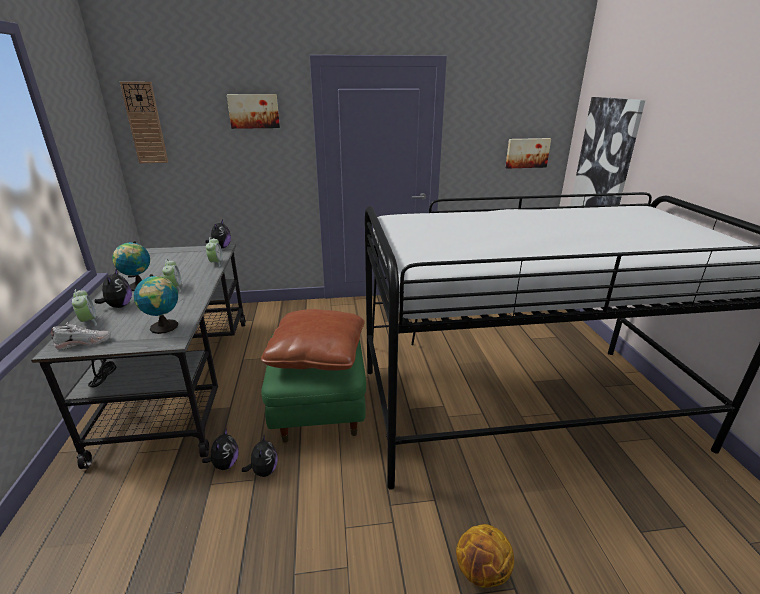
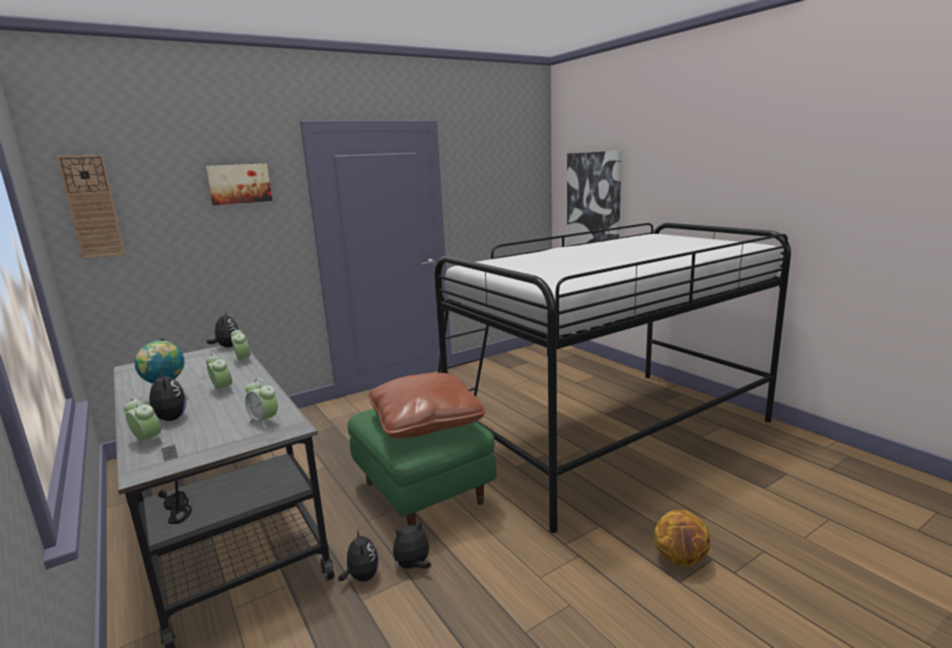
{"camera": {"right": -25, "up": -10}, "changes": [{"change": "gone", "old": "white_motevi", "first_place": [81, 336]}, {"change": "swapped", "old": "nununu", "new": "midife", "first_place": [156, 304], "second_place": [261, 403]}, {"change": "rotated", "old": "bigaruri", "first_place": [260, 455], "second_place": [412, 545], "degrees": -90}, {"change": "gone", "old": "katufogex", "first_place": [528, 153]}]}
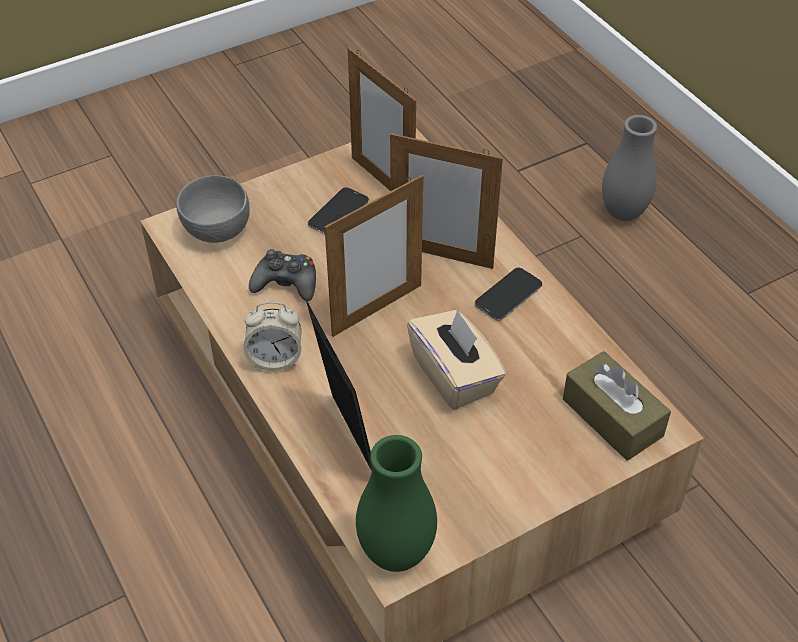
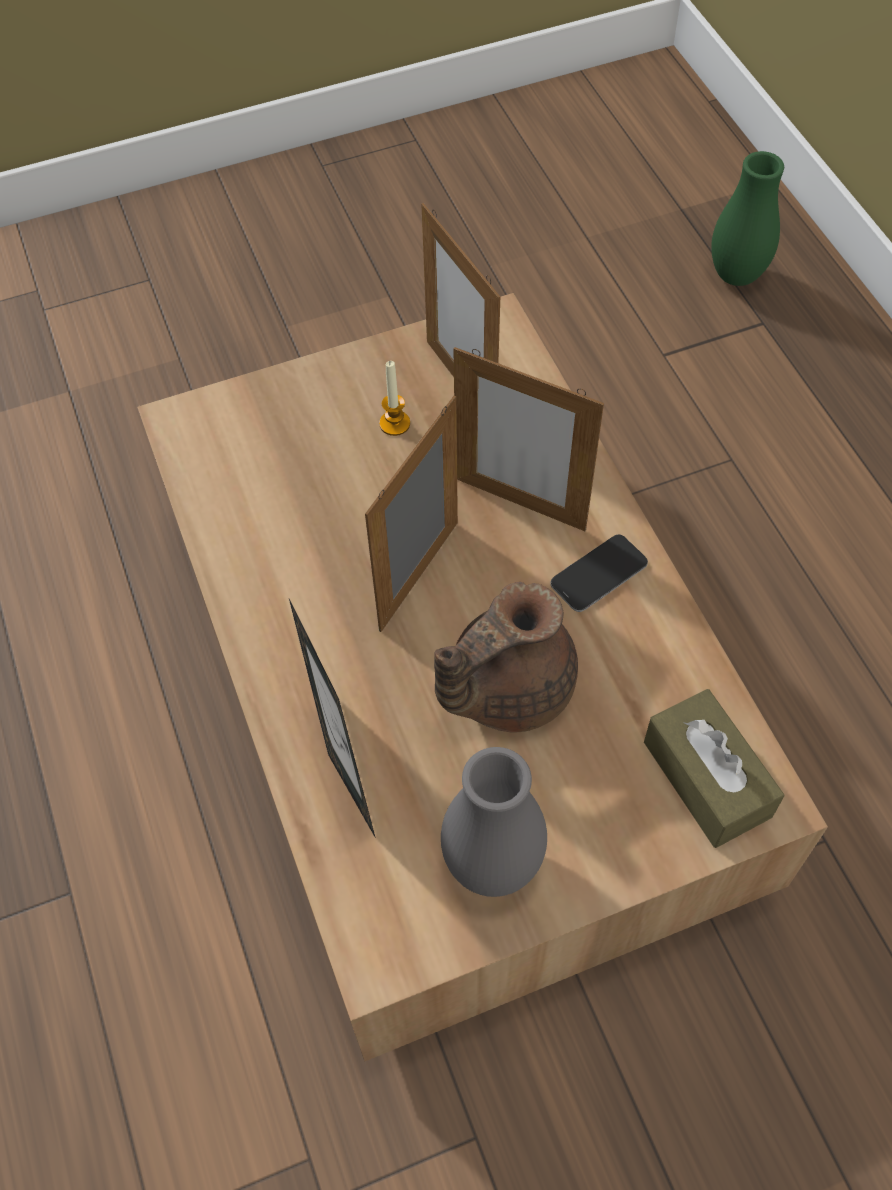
{"camera": {"right": 10, "up": 10}, "changes": [{"change": "gone", "old": "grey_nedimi", "first_place": [213, 209]}, {"change": "gone", "old": "midife", "first_place": [272, 336]}, {"change": "gone", "old": "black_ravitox", "first_place": [282, 275]}, {"change": "swapped", "old": "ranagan", "new": "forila", "first_place": [338, 210], "second_place": [394, 398]}, {"change": "rotated", "old": "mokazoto", "first_place": [374, 256], "second_place": [411, 513], "degrees": 150}, {"change": "shifted", "old": "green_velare", "first_place": [396, 503], "second_place": [747, 218]}, {"change": "swapped", "old": "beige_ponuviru", "new": "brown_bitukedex", "first_place": [456, 360], "second_place": [506, 657]}, {"change": "shifted", "old": "grey_velare", "first_place": [629, 168], "second_place": [494, 822]}]}
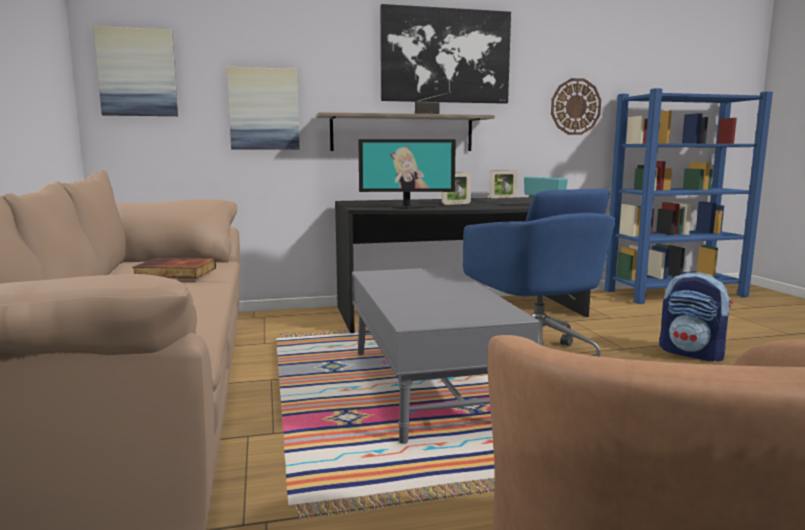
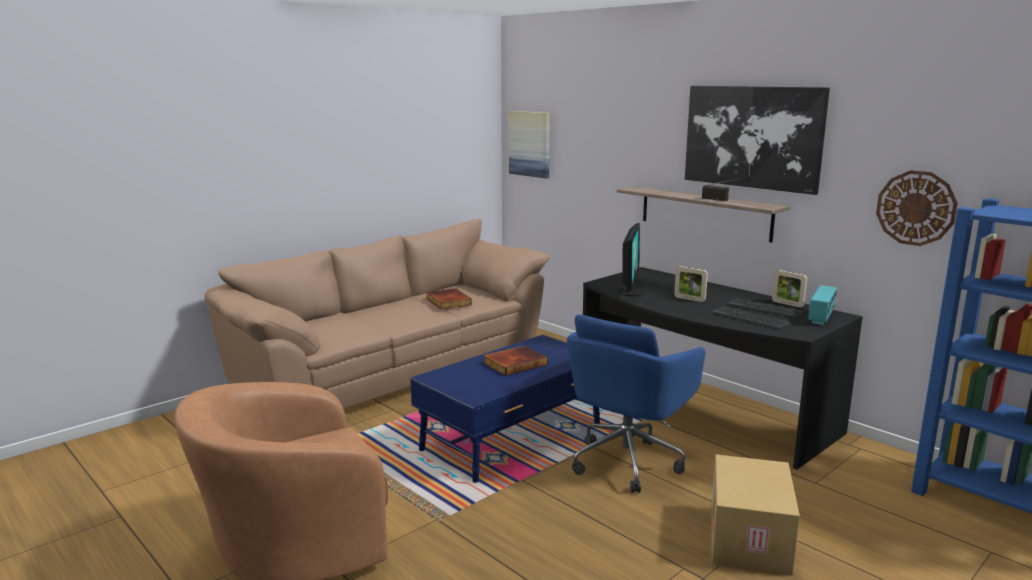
{"camera": {"right": 60, "up": 5}, "changes": [{"change": "gone", "old": "katufogex", "first_place": [263, 108]}, {"change": "repainted", "old": "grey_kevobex", "new": "blue_kevobex", "first_place": [445, 355], "second_place": [505, 409]}, {"change": "rotated", "old": "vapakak", "first_place": [407, 174], "second_place": [631, 259], "degrees": -135}, {"change": "swapped", "old": "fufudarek", "new": "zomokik", "first_place": [696, 317], "second_place": [755, 515]}, {"change": "new", "new": "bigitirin", "second_place": [515, 360]}]}
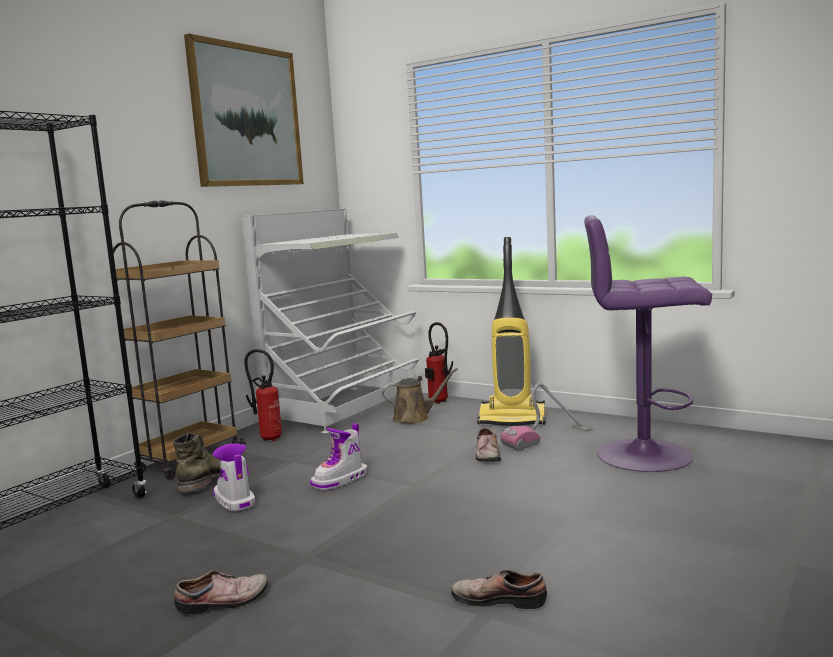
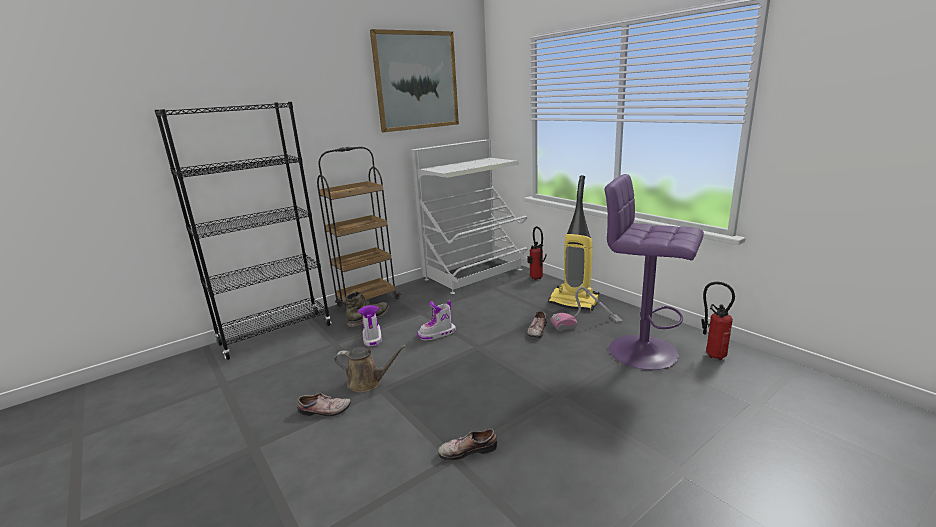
{"camera": {"right": 20, "up": 10}, "changes": [{"change": "shifted", "old": "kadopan", "first_place": [263, 395], "second_place": [718, 321]}, {"change": "shifted", "old": "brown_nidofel", "first_place": [420, 396], "second_place": [370, 369]}, {"change": "rotated", "old": "motevi", "first_place": [499, 589], "second_place": [467, 444], "degrees": -45}]}
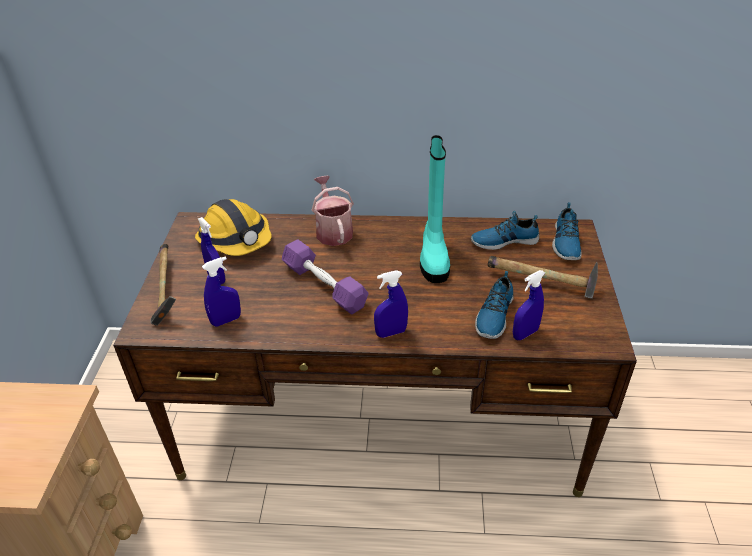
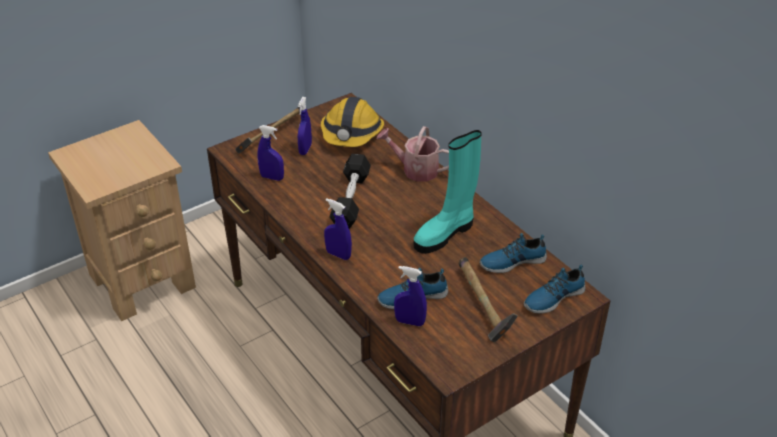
{"camera": {"right": 50, "up": 0}, "changes": [{"change": "repainted", "old": "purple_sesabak", "new": "black_sesabak", "first_place": [325, 277], "second_place": [350, 191]}, {"change": "rotated", "old": "nidofel", "first_place": [333, 211], "second_place": [413, 154], "degrees": -105}, {"change": "rotated", "old": "motevi", "first_place": [505, 230], "second_place": [513, 253], "degrees": -60}]}
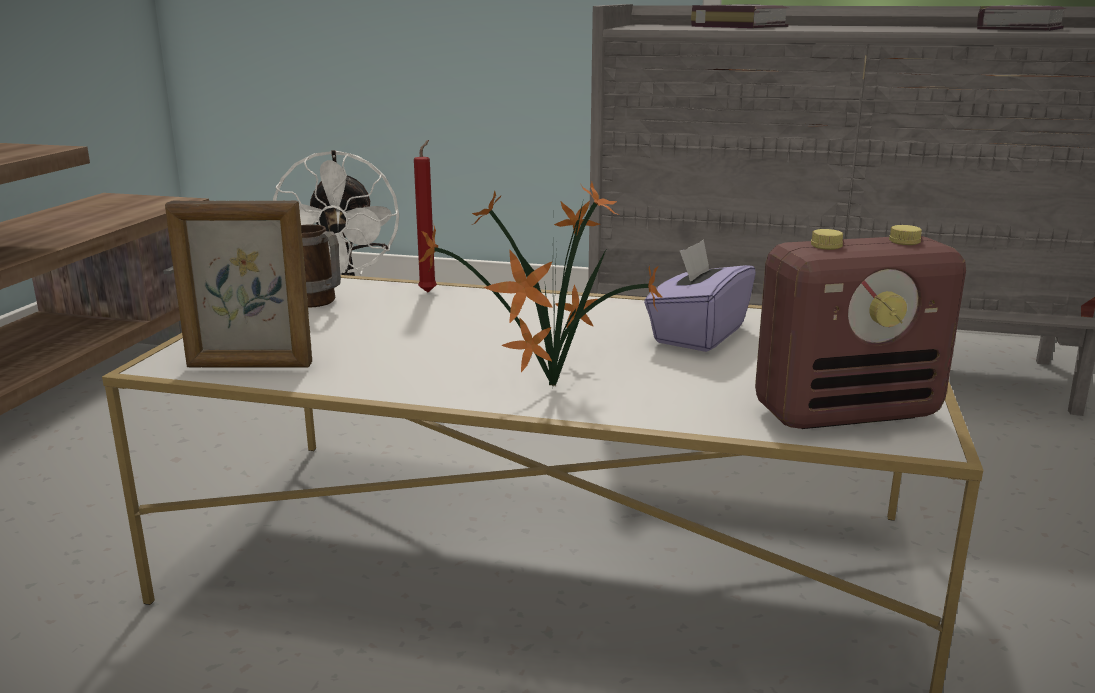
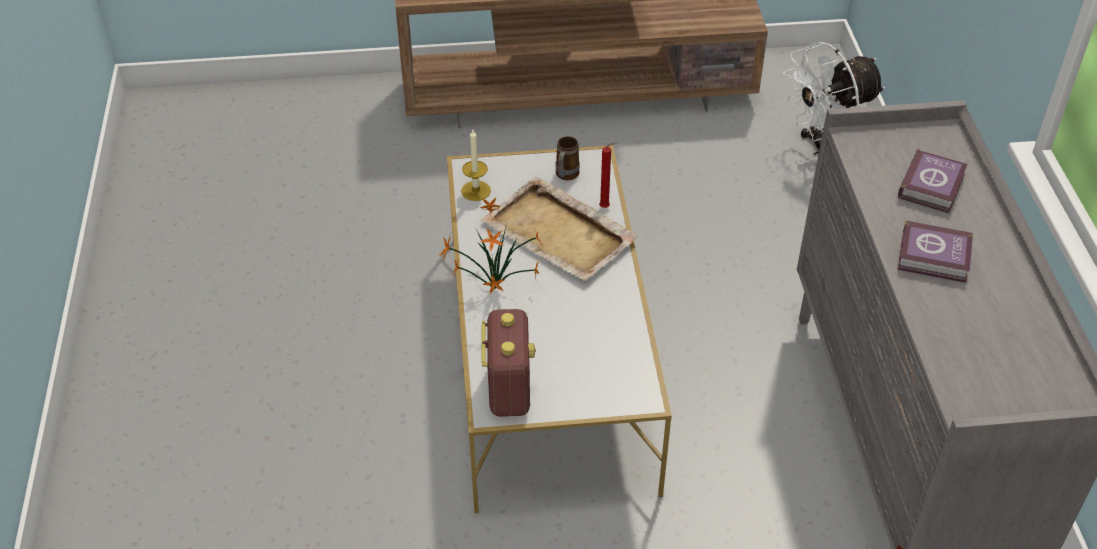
{"camera": {"right": 70, "up": 25}, "changes": [{"change": "swapped", "old": "mokazoto", "new": "forila", "first_place": [238, 284], "second_place": [476, 165]}, {"change": "gone", "old": "purple_ponuviru", "first_place": [700, 295]}, {"change": "rotated", "old": "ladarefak", "first_place": [860, 327], "second_place": [508, 363], "degrees": -150}, {"change": "shifted", "old": "bigitirin", "first_place": [1021, 18], "second_place": [935, 252]}, {"change": "new", "new": "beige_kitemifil", "second_place": [559, 228]}]}
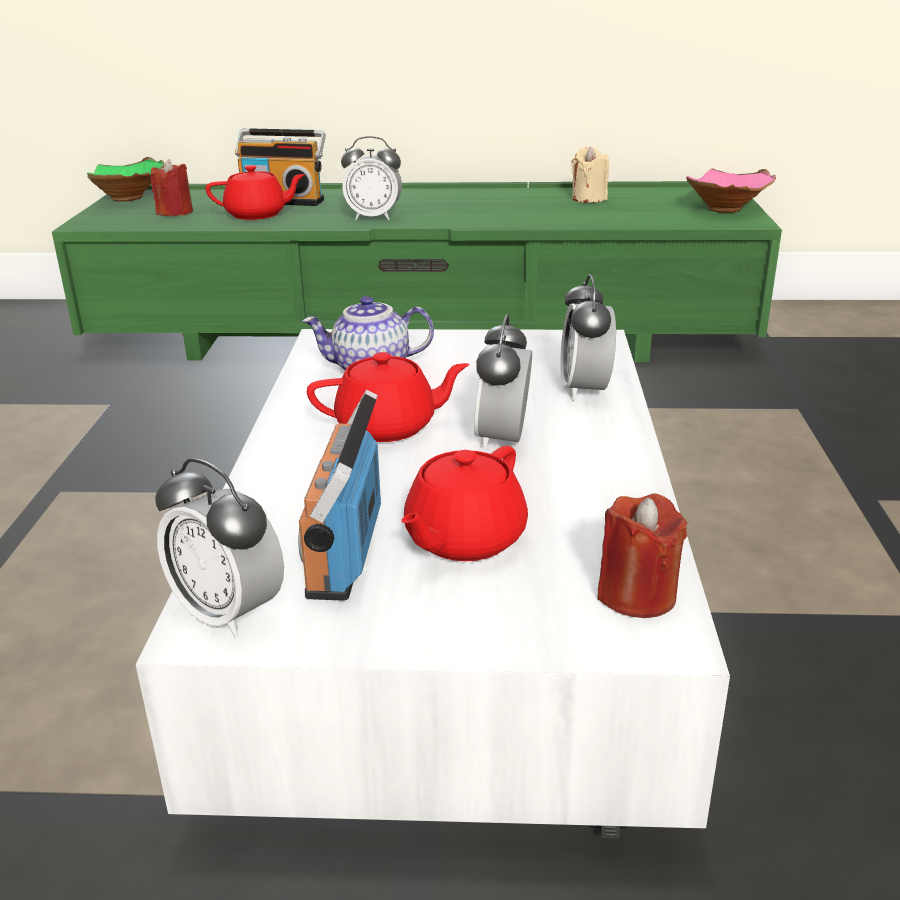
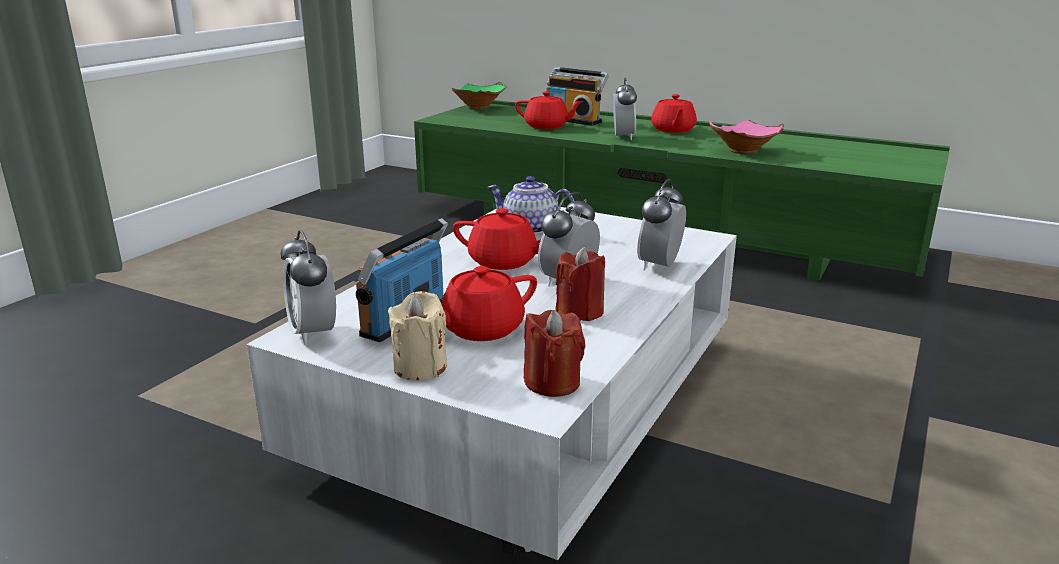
{"camera": {"right": 25, "up": -5}, "changes": [{"change": "shifted", "old": "red_forila", "first_place": [172, 187], "second_place": [580, 284]}, {"change": "rotated", "old": "midife", "first_place": [371, 178], "second_place": [625, 109], "degrees": -120}, {"change": "shifted", "old": "beige_forila", "first_place": [590, 175], "second_place": [417, 335]}, {"change": "shifted", "old": "pink_nedimi", "first_place": [731, 190], "second_place": [746, 137]}, {"change": "new", "new": "red_bitukedex", "second_place": [674, 113]}]}
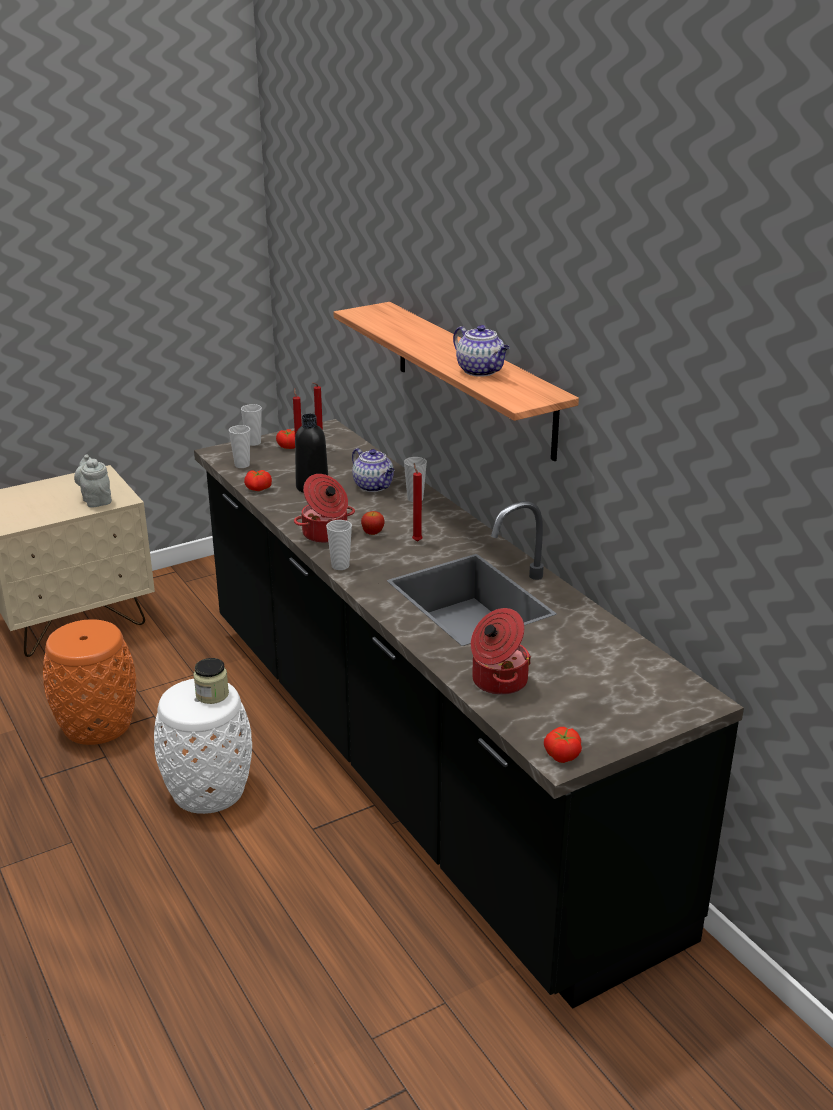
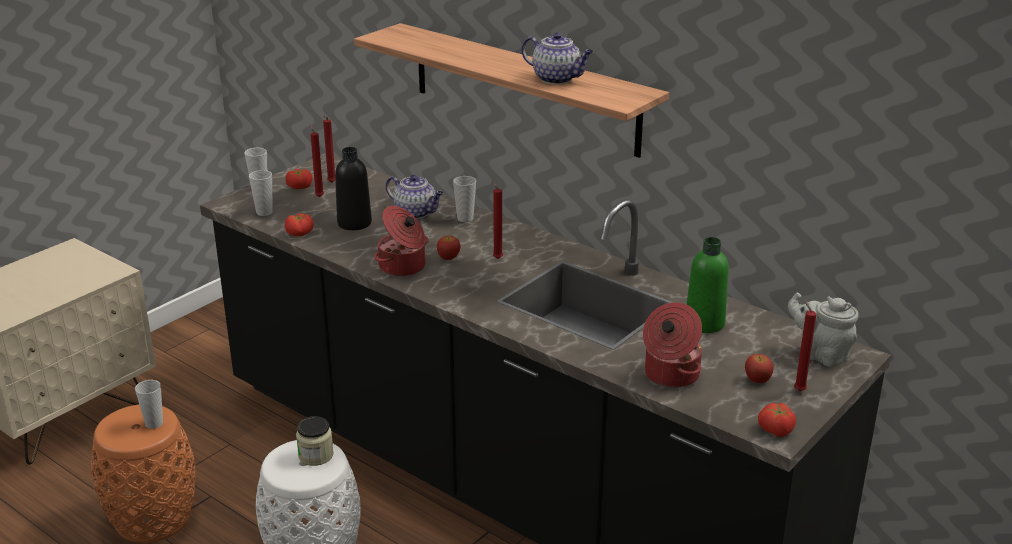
{"camera": {"right": -20, "up": 0}, "changes": [{"change": "shifted", "old": "grey_bitukedex", "first_place": [93, 481], "second_place": [823, 329]}, {"change": "shifted", "old": "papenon", "first_place": [339, 545], "second_place": [149, 404]}, {"change": "new", "new": "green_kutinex", "second_place": [707, 285]}, {"change": "new", "new": "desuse", "second_place": [759, 368]}, {"change": "new", "new": "red_forila", "second_place": [805, 345]}]}
